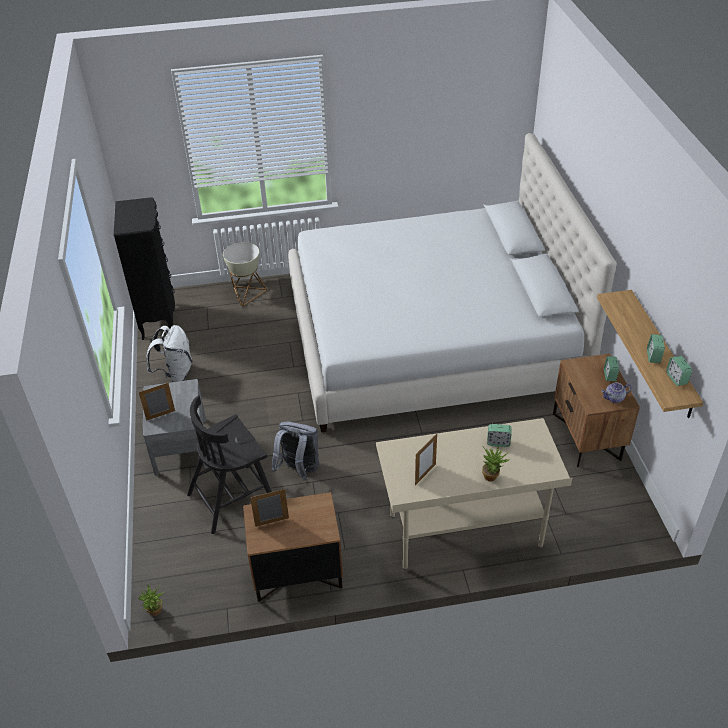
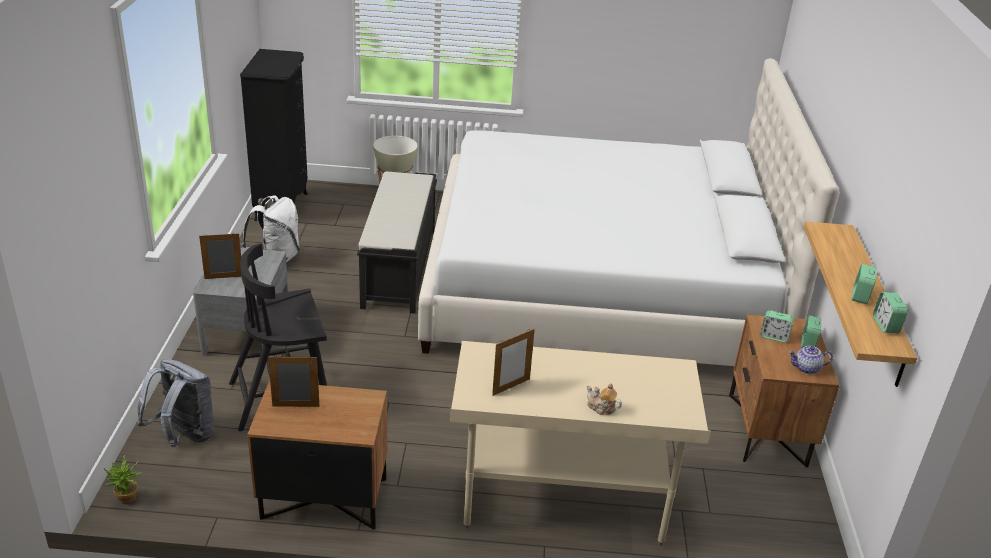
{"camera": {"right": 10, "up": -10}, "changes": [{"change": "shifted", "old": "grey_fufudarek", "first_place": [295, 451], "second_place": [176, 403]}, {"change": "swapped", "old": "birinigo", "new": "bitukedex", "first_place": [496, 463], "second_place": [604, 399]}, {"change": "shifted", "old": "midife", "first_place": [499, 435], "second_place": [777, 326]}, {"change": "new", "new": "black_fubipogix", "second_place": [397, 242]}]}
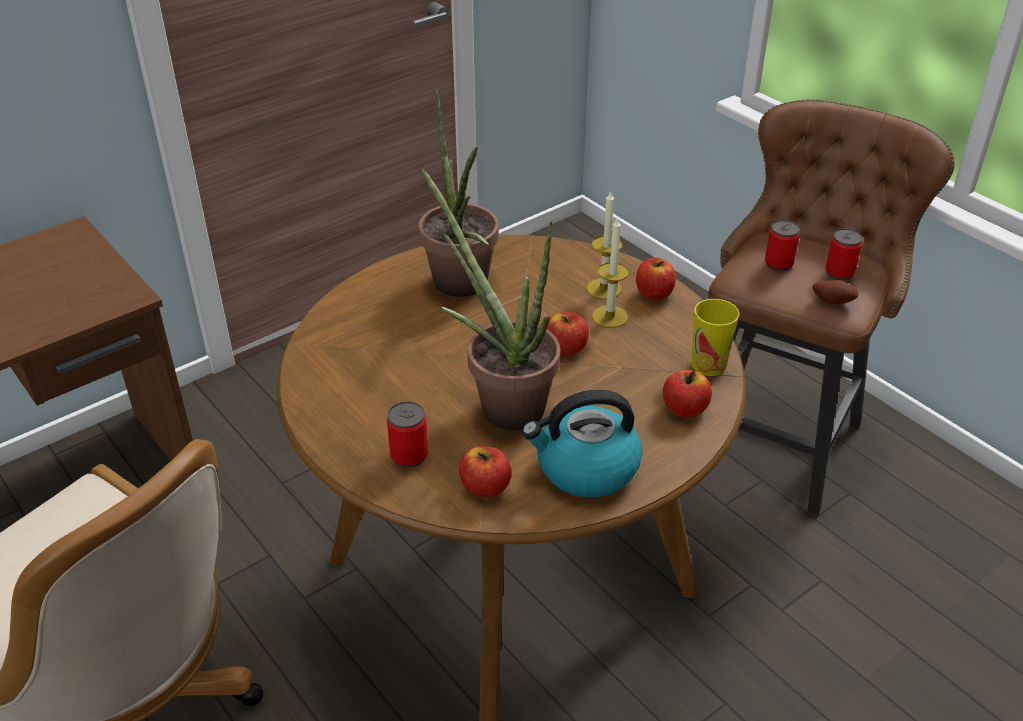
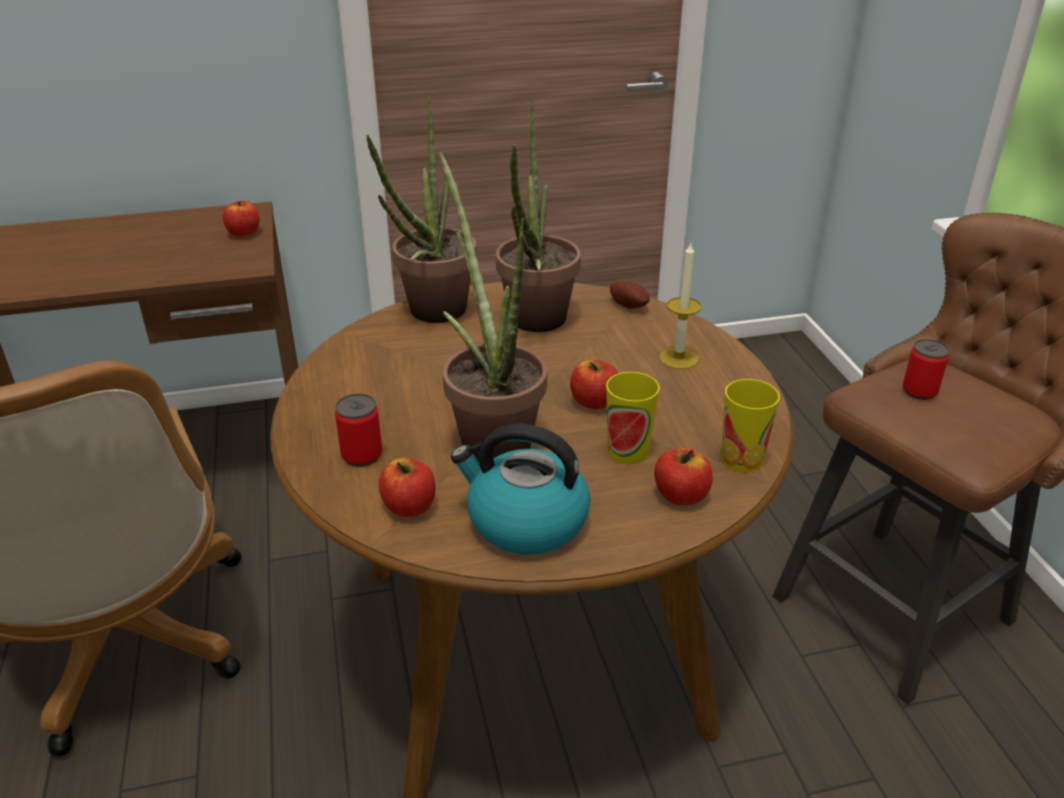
{"camera": {"right": 25, "up": -5}, "changes": [{"change": "gone", "old": "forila", "first_place": [610, 273]}, {"change": "shifted", "old": "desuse", "first_place": [656, 278], "second_place": [241, 219]}, {"change": "shifted", "old": "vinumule", "first_place": [836, 292], "second_place": [629, 295]}, {"change": "gone", "old": "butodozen", "first_place": [844, 254]}, {"change": "new", "new": "birinigo", "second_place": [421, 208]}, {"change": "new", "new": "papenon", "second_place": [633, 418]}]}
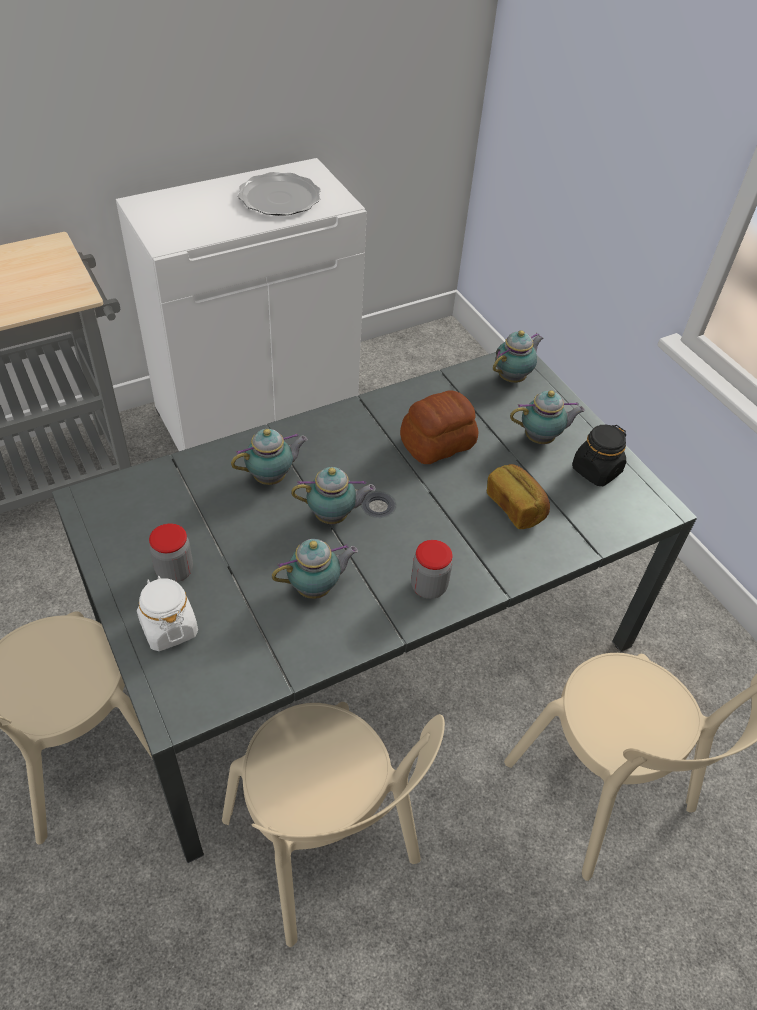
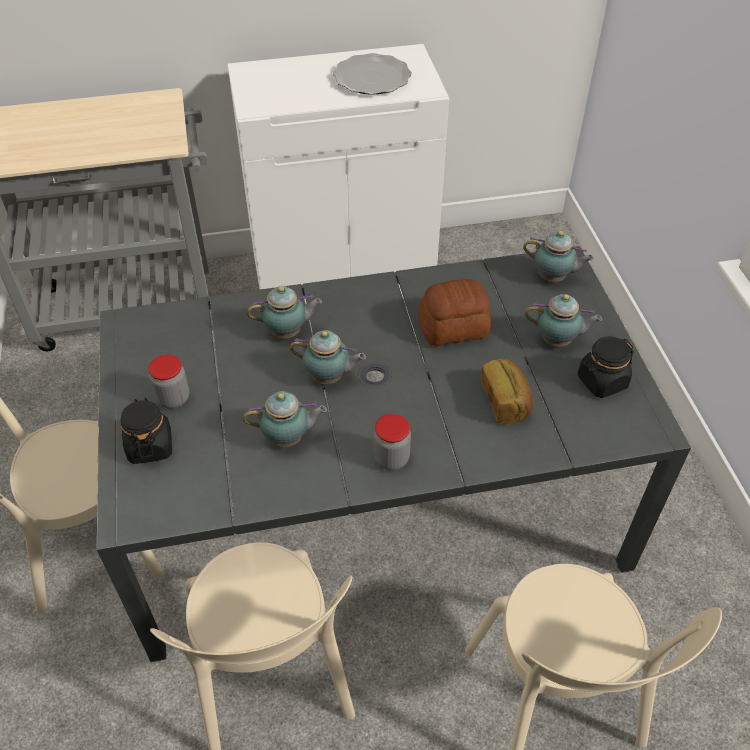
{"camera": {"right": 20, "up": 0}, "changes": [{"change": "repainted", "old": "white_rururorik", "new": "black_rururorik", "first_place": [167, 613], "second_place": [146, 431]}, {"change": "rotated", "old": "bitukedex", "first_place": [518, 356], "second_place": [558, 256], "degrees": 45}]}
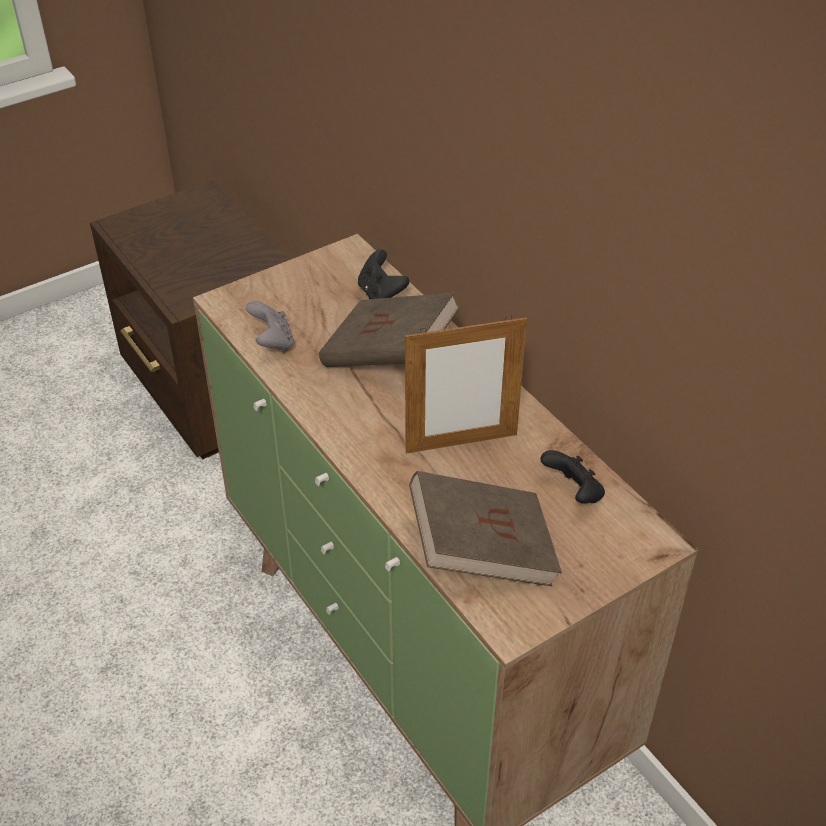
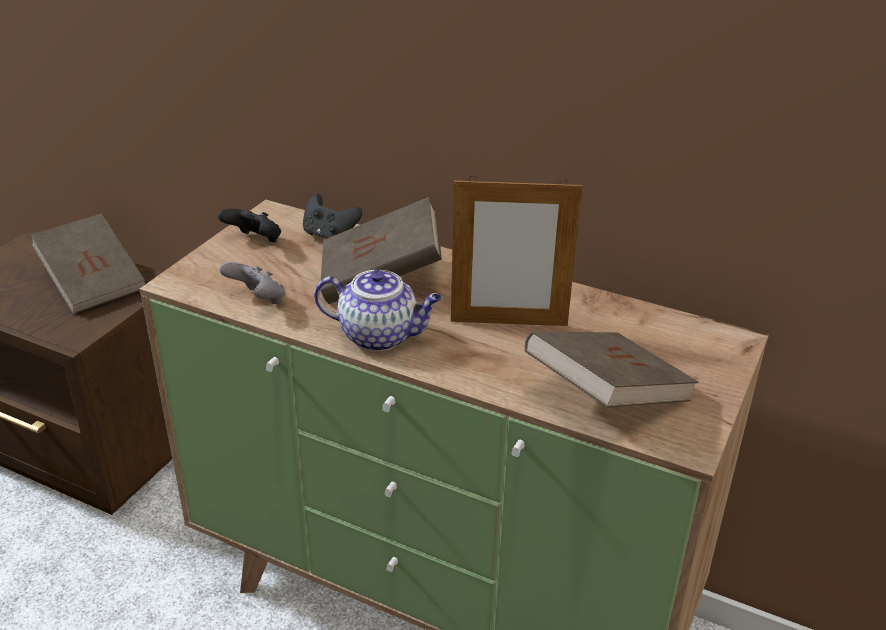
{"camera": {"right": -30, "up": -10}, "changes": [{"change": "rotated", "old": "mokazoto", "first_place": [466, 384], "second_place": [516, 251], "degrees": 45}, {"change": "shifted", "old": "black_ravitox", "first_place": [572, 477], "second_place": [249, 225]}, {"change": "new", "new": "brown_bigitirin", "second_place": [89, 263]}, {"change": "new", "new": "bitukedex", "second_place": [378, 310]}]}
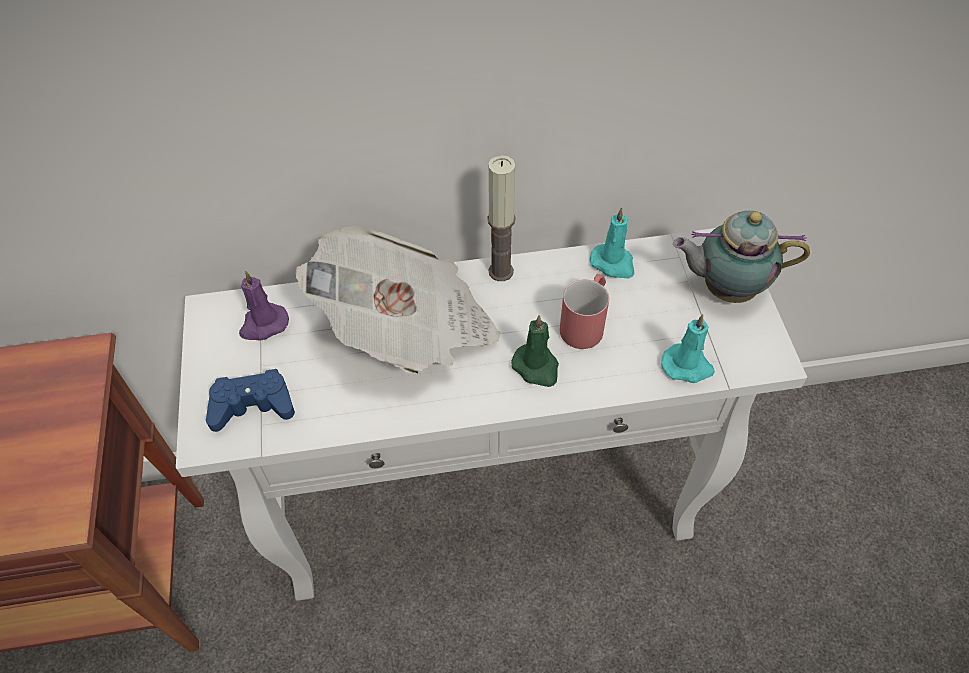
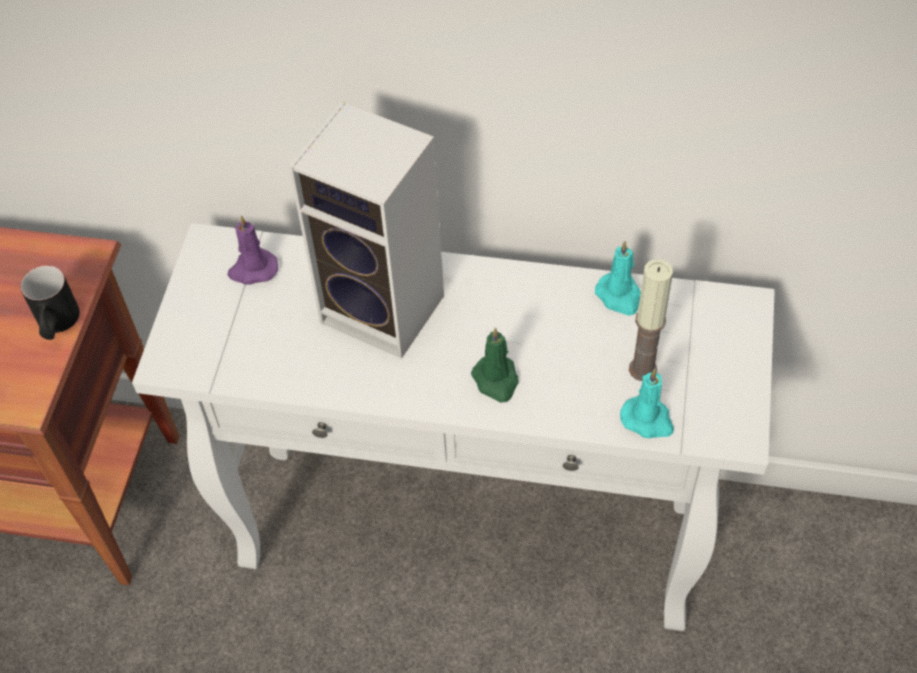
{"camera": {"right": 20, "up": 0}, "changes": [{"change": "gone", "old": "blue_ravitox", "first_place": [250, 400]}, {"change": "swapped", "old": "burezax", "new": "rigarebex", "first_place": [397, 299], "second_place": [366, 230]}, {"change": "shifted", "old": "forila", "first_place": [501, 218], "second_place": [651, 320]}, {"change": "gone", "old": "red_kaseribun", "first_place": [584, 311]}, {"change": "gone", "old": "bitukedex", "first_place": [741, 256]}, {"change": "new", "new": "black_kaseribun", "second_place": [50, 303]}]}
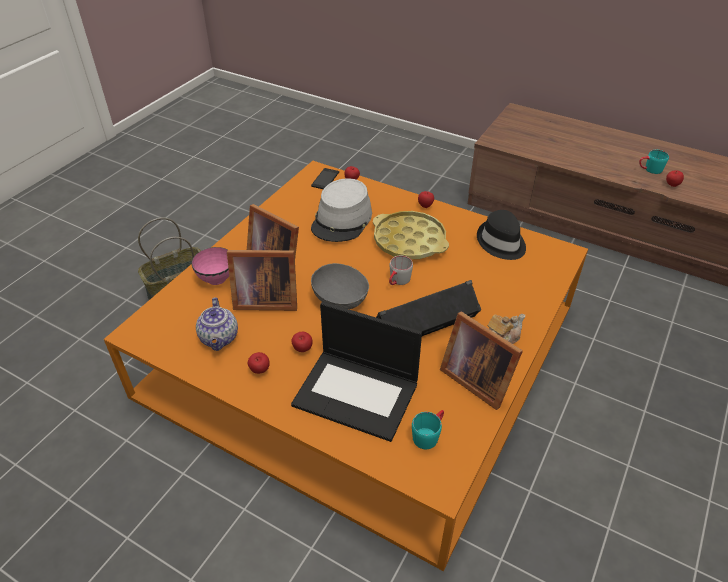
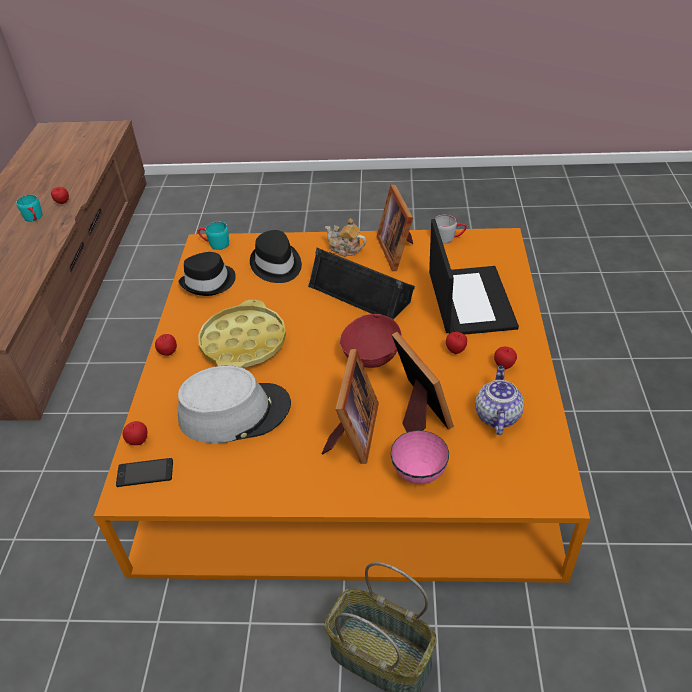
{"camera": {"right": -115, "up": 0}, "changes": [{"change": "rotated", "old": "bitukedex", "first_place": [217, 324], "second_place": [499, 400], "degrees": -45}, {"change": "repainted", "old": "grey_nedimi", "new": "red_nedimi", "first_place": [340, 286], "second_place": [370, 341]}, {"change": "shifted", "old": "grey_kaseribun", "first_place": [401, 270], "second_place": [451, 229]}, {"change": "shifted", "old": "turquoise_kaseribun", "first_place": [428, 429], "second_place": [213, 235]}, {"change": "rotated", "old": "mokazoto", "first_place": [481, 361], "second_place": [394, 227], "degrees": 150}, {"change": "new", "new": "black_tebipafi", "second_place": [276, 256]}]}
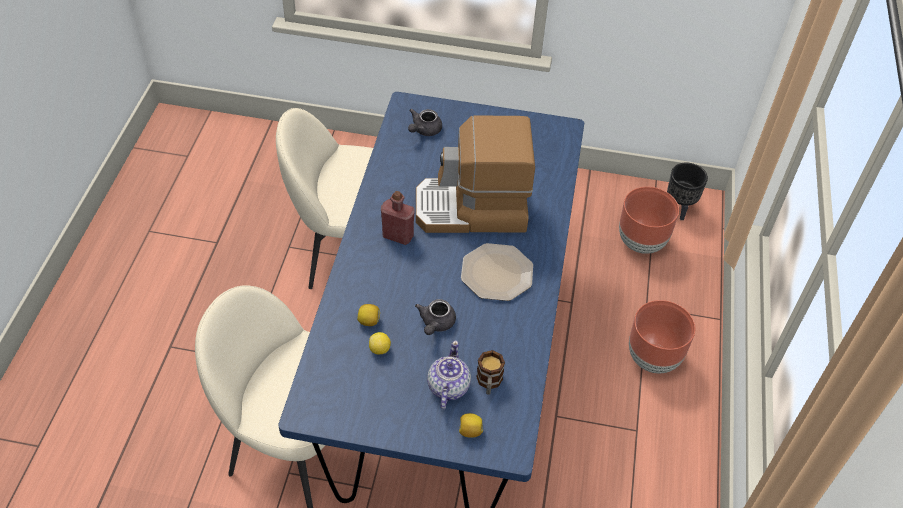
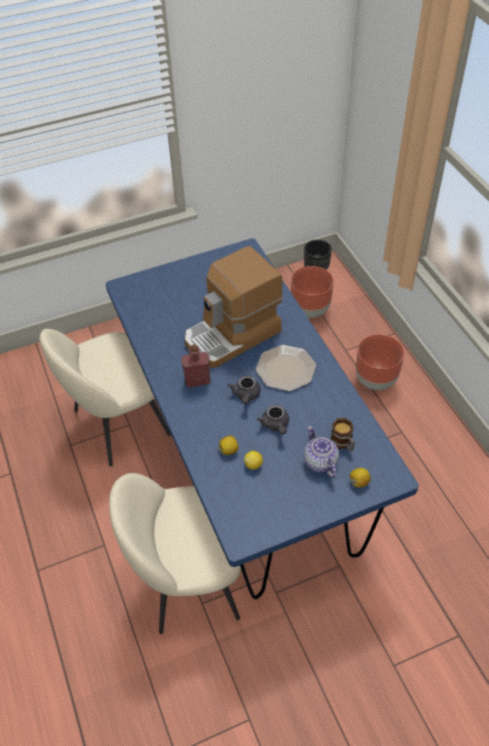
{"camera": {"right": -30, "up": 0}, "changes": [{"change": "shifted", "old": "grey_bitukedex", "first_place": [425, 122], "second_place": [244, 390]}]}
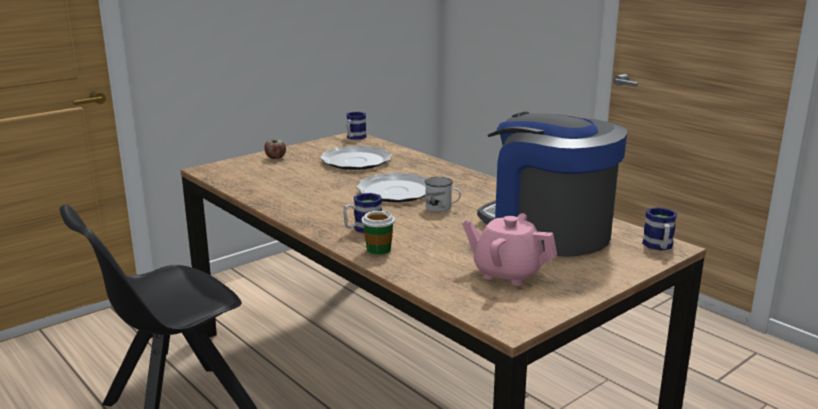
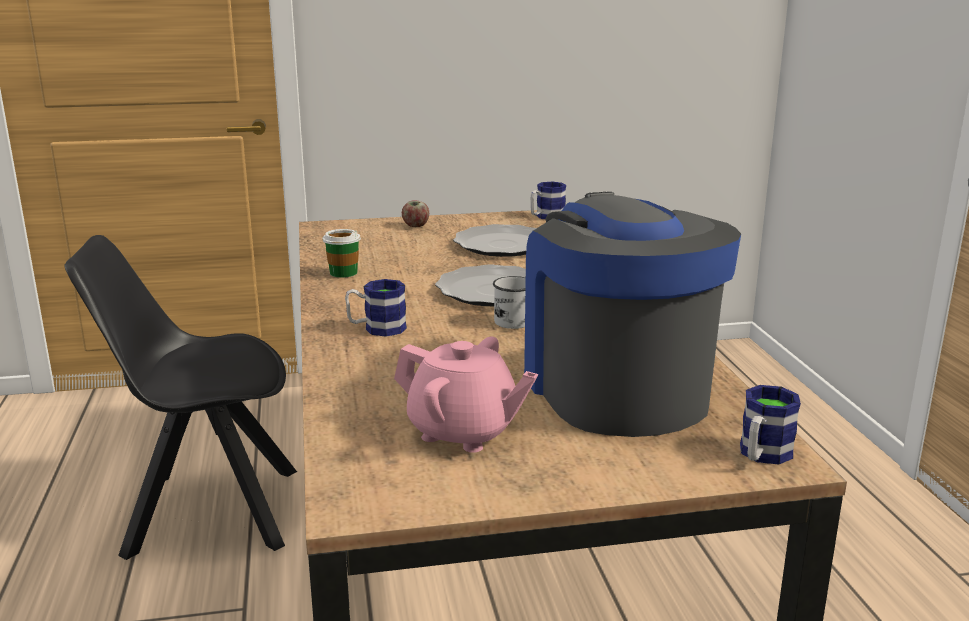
{"camera": {"right": 30, "up": 0}, "changes": [{"change": "shifted", "old": "papenon", "first_place": [378, 233], "second_place": [341, 253]}, {"change": "rotated", "old": "pink_bitukedex", "first_place": [509, 249], "second_place": [466, 394], "degrees": 150}]}
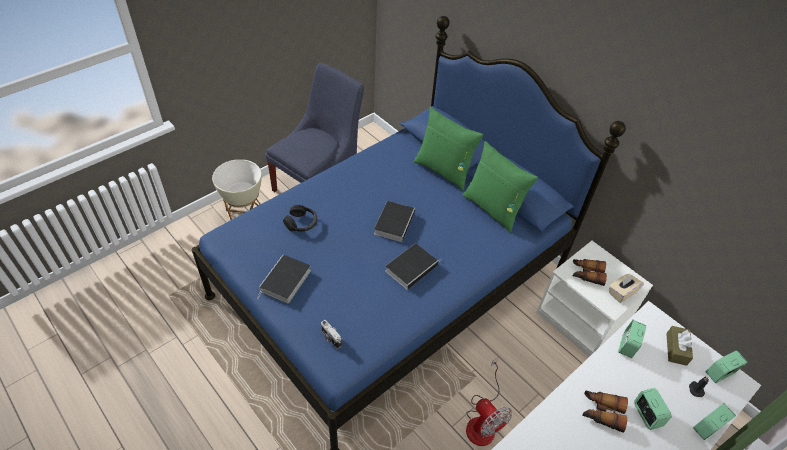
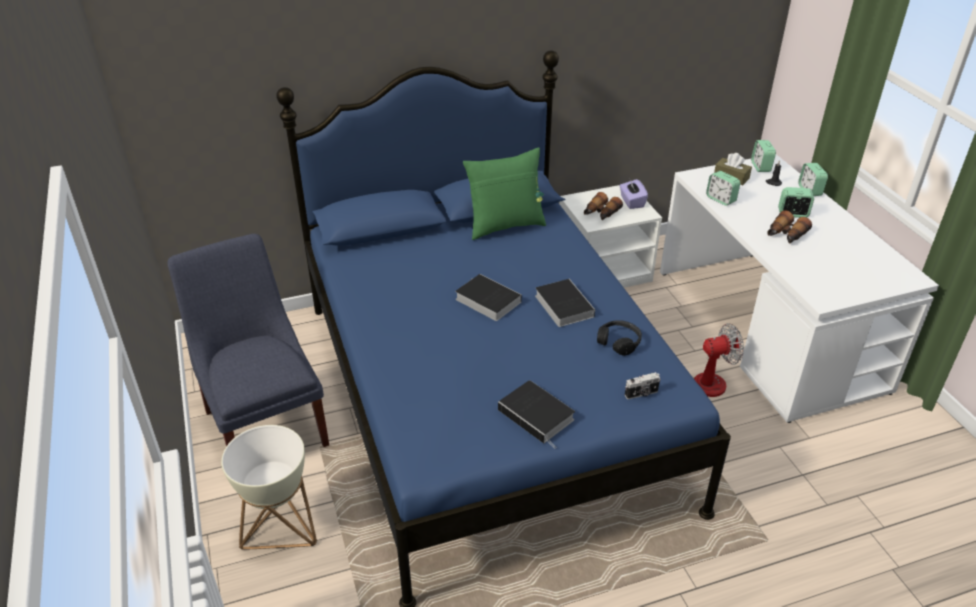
{"camera": {"right": -65, "up": -10}, "changes": [{"change": "shifted", "old": "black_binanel", "first_place": [300, 218], "second_place": [619, 338]}, {"change": "gone", "old": "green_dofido", "first_place": [448, 148]}, {"change": "repainted", "old": "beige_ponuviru", "new": "purple_ponuviru", "first_place": [626, 288], "second_place": [634, 194]}]}
